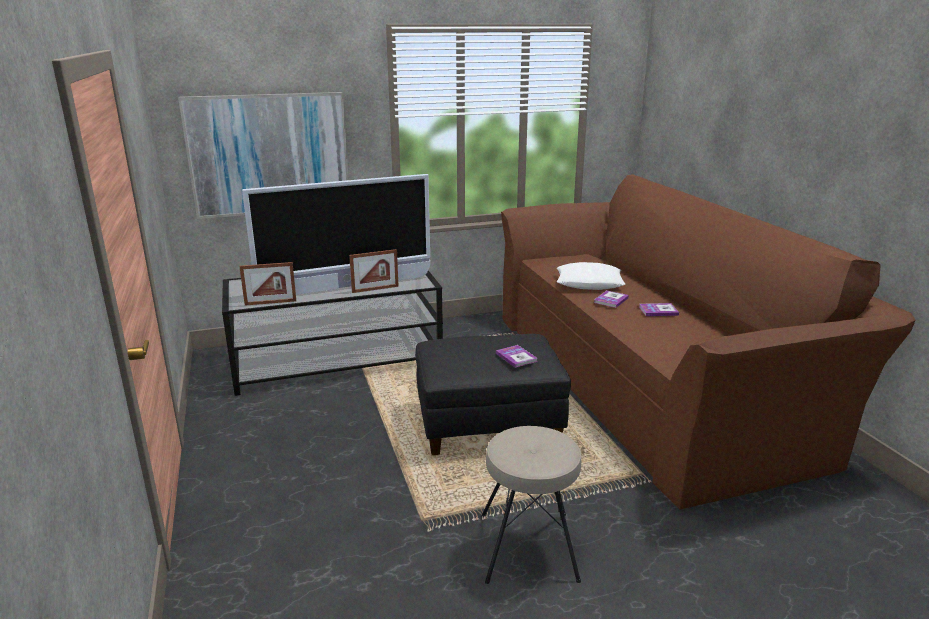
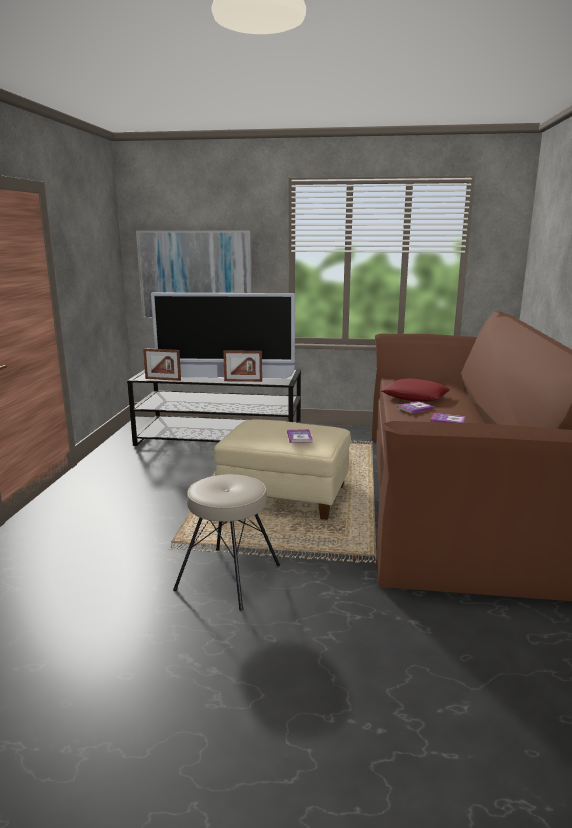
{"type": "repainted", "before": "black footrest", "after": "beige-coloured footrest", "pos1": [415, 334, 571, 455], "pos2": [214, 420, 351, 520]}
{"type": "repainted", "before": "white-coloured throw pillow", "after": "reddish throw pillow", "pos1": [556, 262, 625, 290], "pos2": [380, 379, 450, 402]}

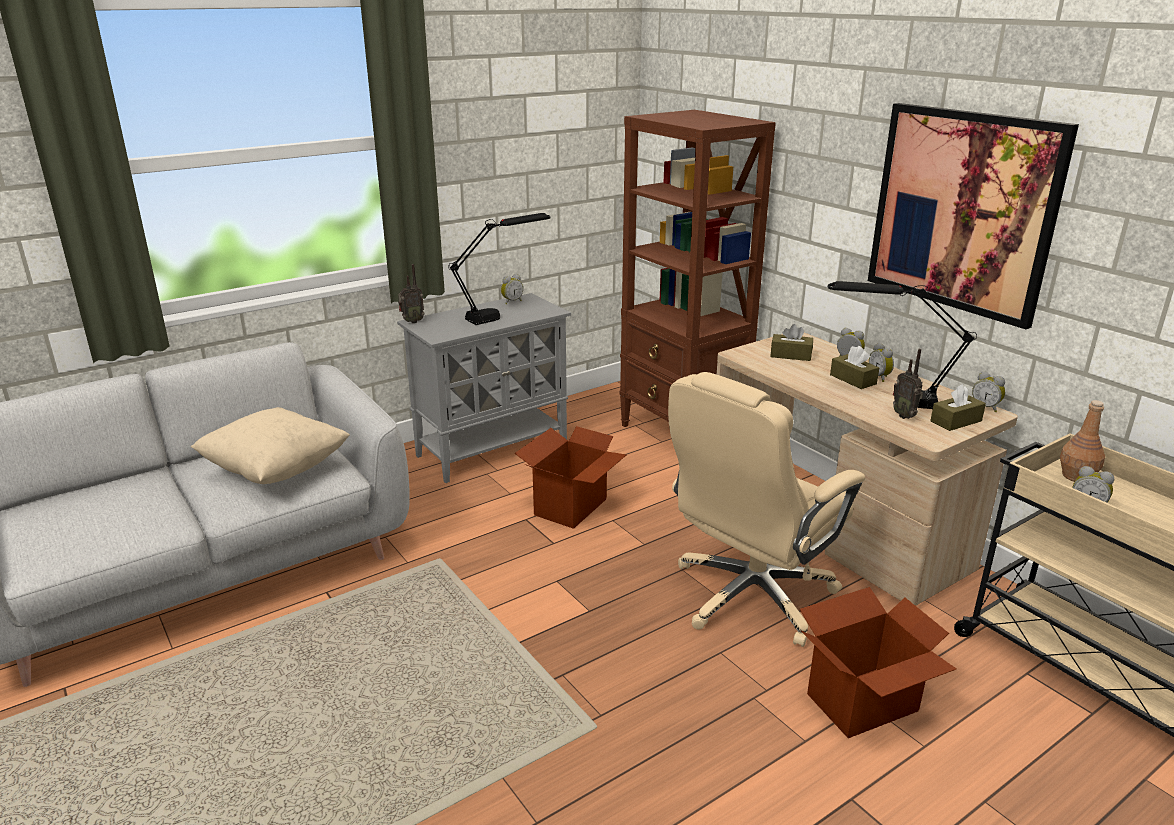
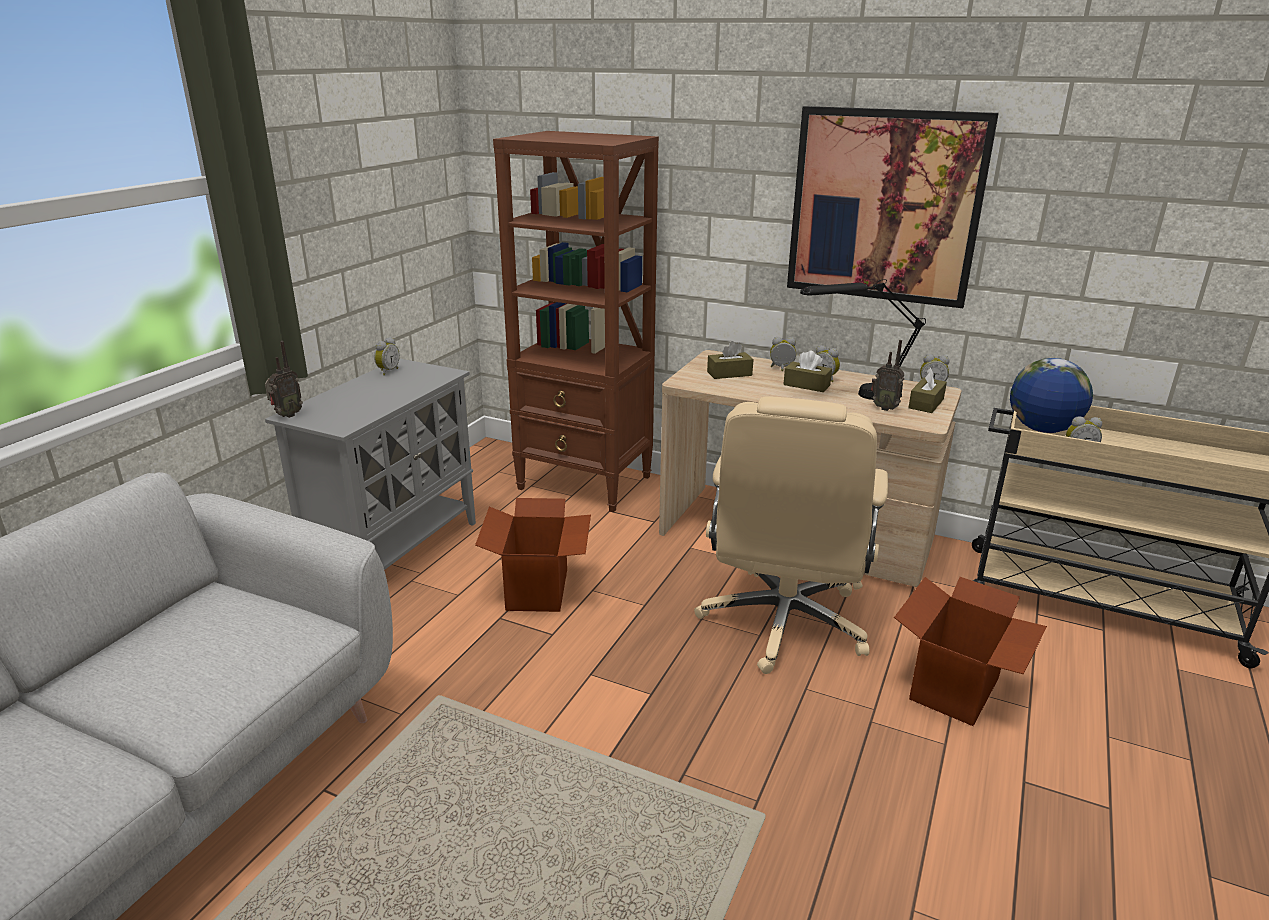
{"type": "swapped", "before": "brownish drink bottle", "after": "world globe", "pos1": [1060, 400, 1105, 482], "pos2": [1010, 358, 1093, 433]}
{"type": "gone", "before": "beige-coloured throw pillow", "pos1": [191, 407, 350, 484]}
{"type": "gone", "before": "black lamp for a table", "pos1": [449, 213, 550, 325]}

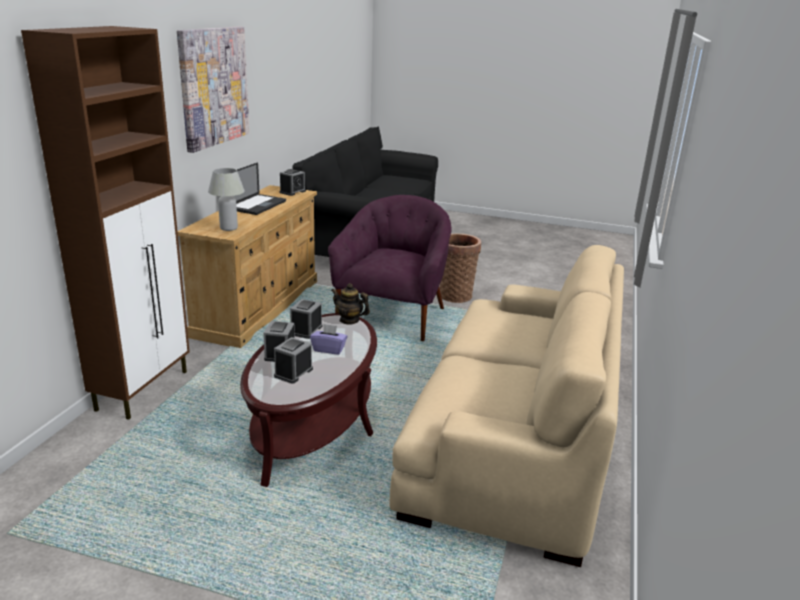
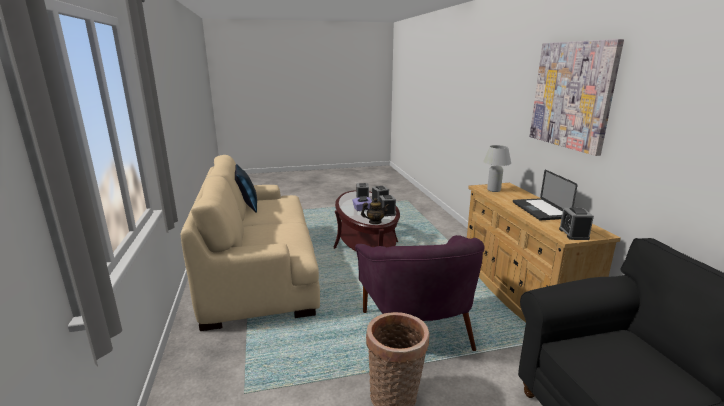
{"type": "new", "after": "blue-coloured throw pillow", "pos2": [235, 164, 257, 213]}
{"type": "gone", "before": "brownish storage cabinet", "pos1": [21, 26, 190, 420]}

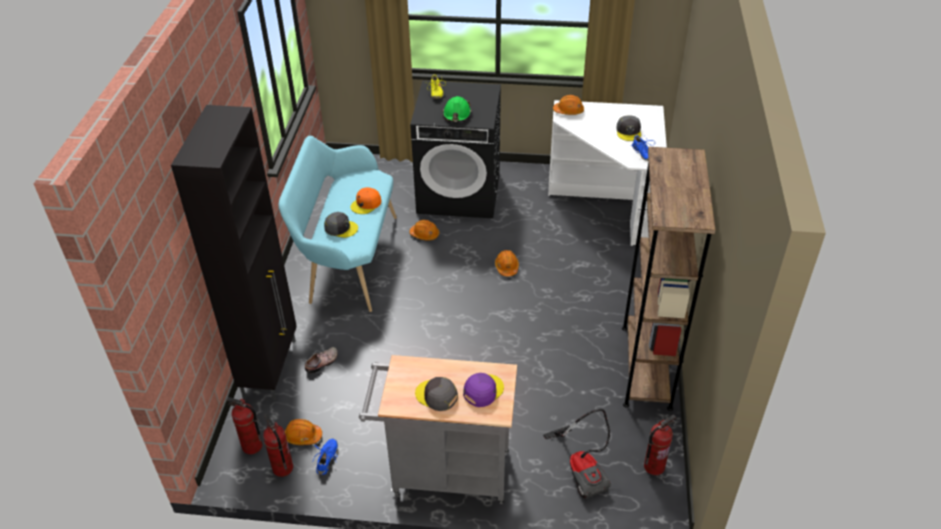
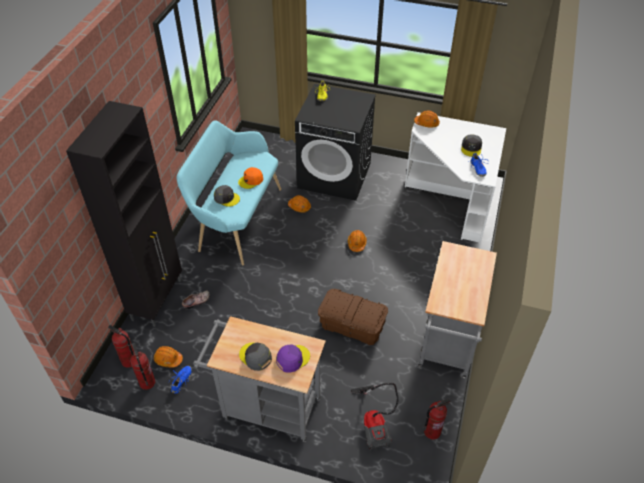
{"type": "new", "after": "brownish storage bin", "pos2": [318, 289, 388, 345]}
{"type": "swapped", "before": "brownish bookcase", "after": "grey cart", "pos1": [622, 147, 716, 411], "pos2": [416, 241, 497, 378]}
{"type": "gone", "before": "greenish work helmet", "pos1": [443, 96, 472, 122]}

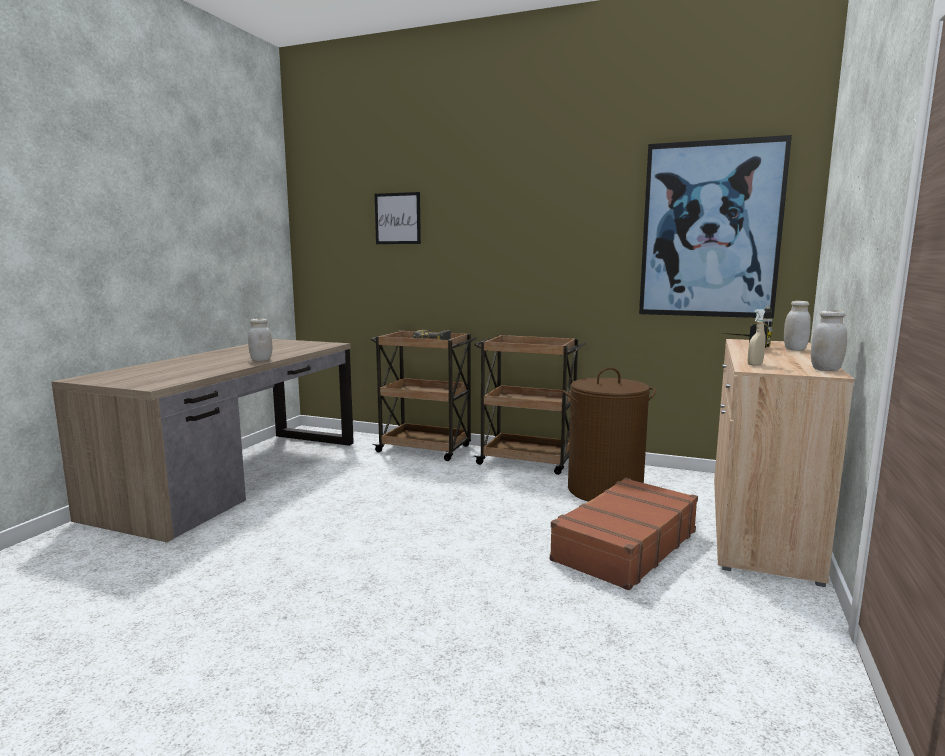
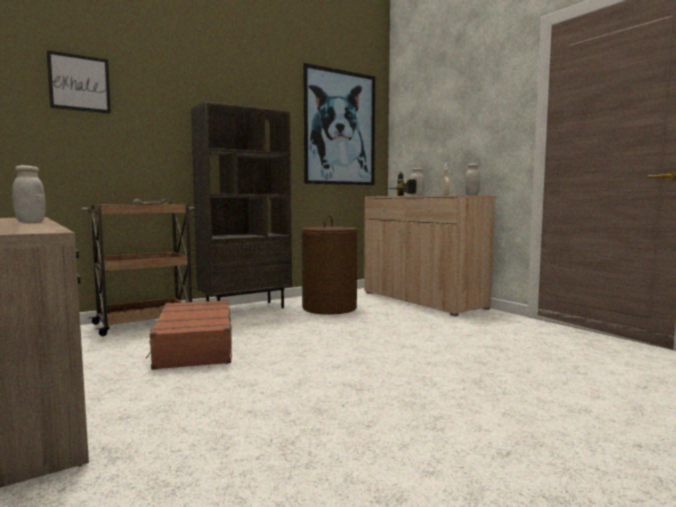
{"type": "shifted", "before": "brownish travel case", "pos1": [550, 478, 698, 590], "pos2": [146, 300, 232, 370]}
{"type": "swapped", "before": "brownish cart", "after": "brownish bookcase", "pos1": [473, 335, 586, 475], "pos2": [191, 101, 292, 308]}

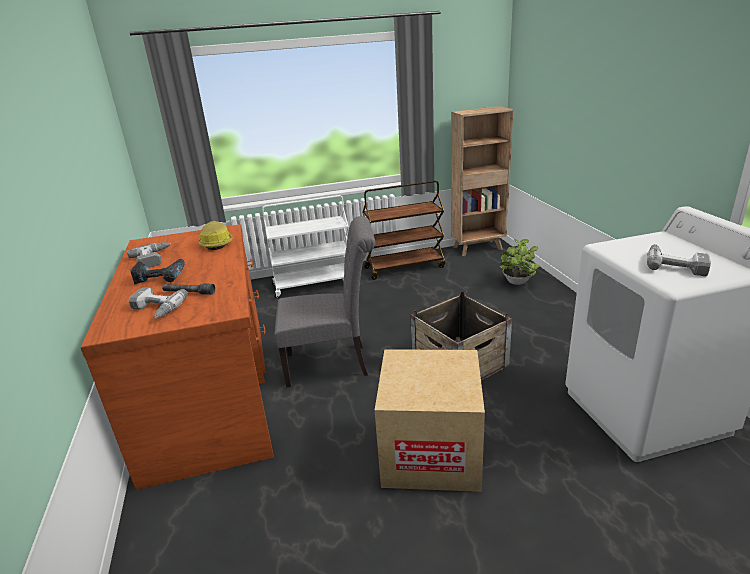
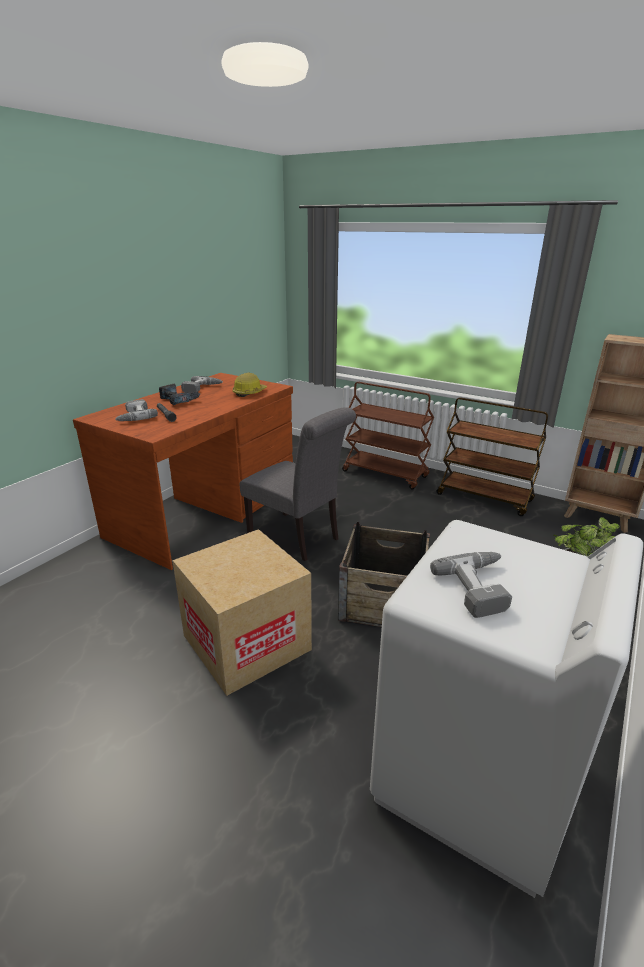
{"type": "repainted", "before": "white-coloured cart", "after": "brownish cart", "pos1": [262, 195, 349, 299], "pos2": [342, 382, 434, 490]}

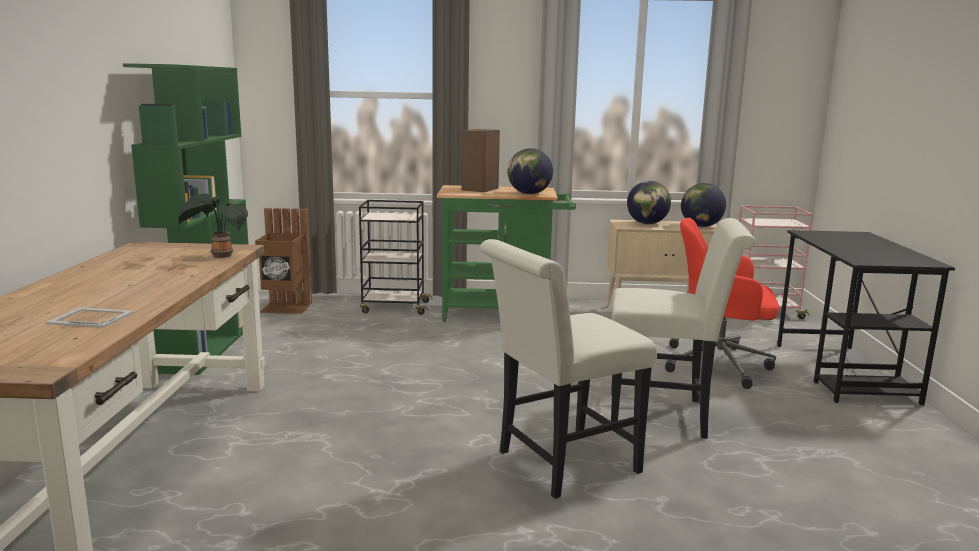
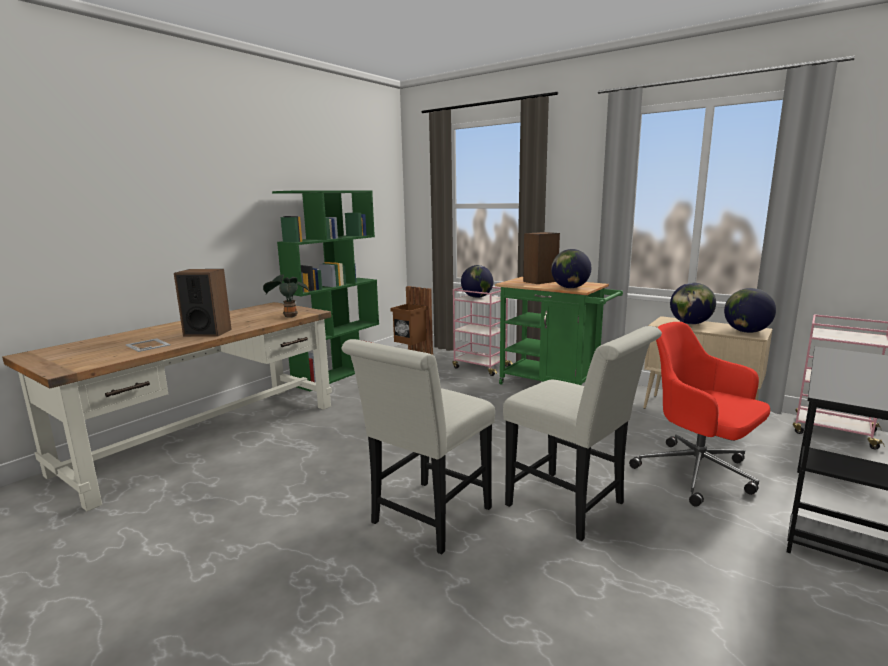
{"type": "new", "after": "loudspeaker", "pos2": [174, 269, 232, 337]}
{"type": "rotated", "before": "white-coloured plain chair", "pos1": [480, 239, 657, 499], "pos2": [342, 339, 495, 555], "turn": -60}
{"type": "repainted", "before": "black cart", "after": "pinkish cart", "pos1": [359, 200, 432, 315], "pos2": [453, 287, 513, 376]}
{"type": "new", "after": "world globe", "pos2": [461, 265, 494, 298]}

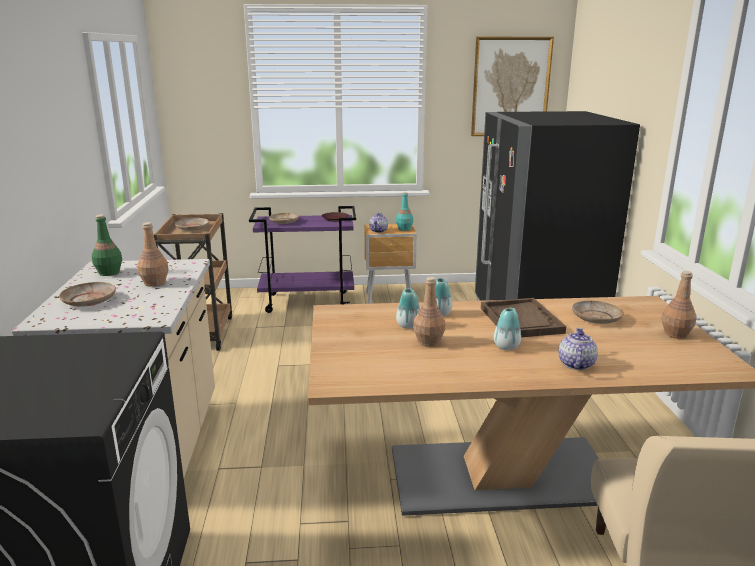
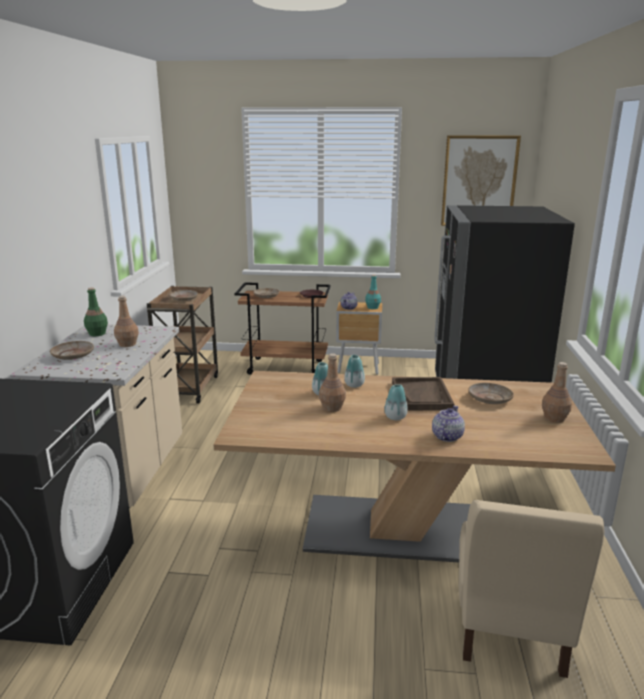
{"type": "repainted", "before": "purple-coloured cart", "after": "brownish cart", "pos1": [249, 206, 356, 313], "pos2": [235, 282, 331, 375]}

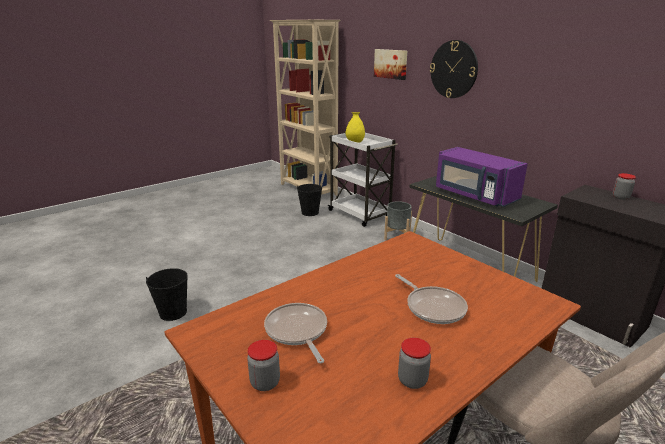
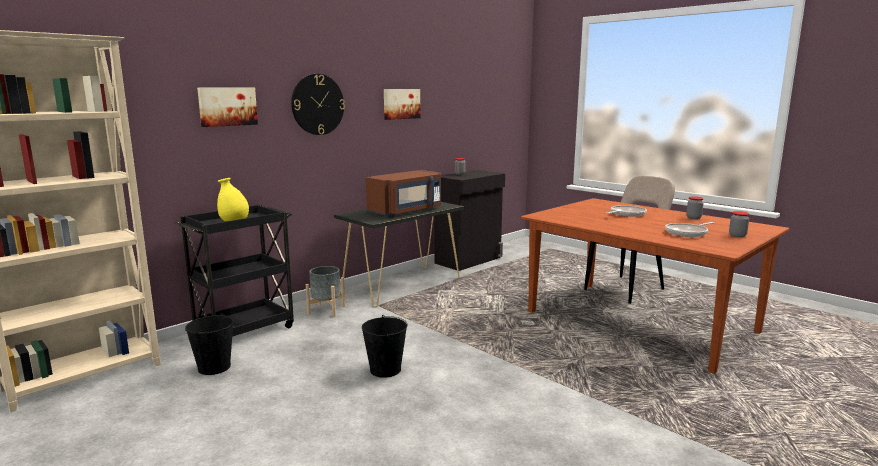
{"type": "repainted", "before": "white-coloured cart", "after": "black cart", "pos1": [328, 133, 398, 227], "pos2": [173, 204, 294, 337]}
{"type": "shifted", "before": "black bucket", "pos1": [146, 268, 188, 321], "pos2": [362, 315, 408, 378]}
{"type": "repainted", "before": "purple-coloured microwave oven", "after": "brownish microwave oven", "pos1": [436, 147, 528, 207], "pos2": [366, 170, 441, 216]}
{"type": "new", "after": "wall picture", "pos2": [384, 89, 420, 120]}

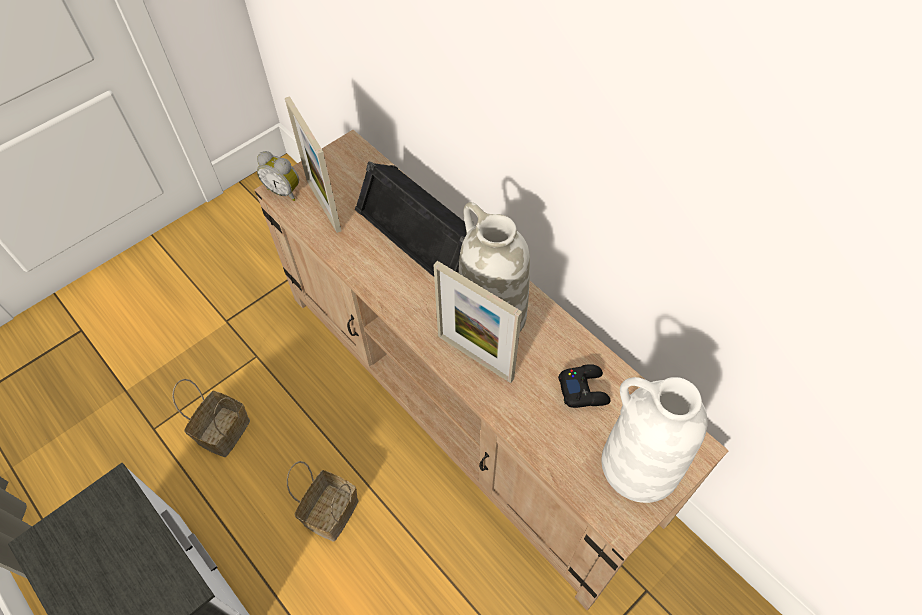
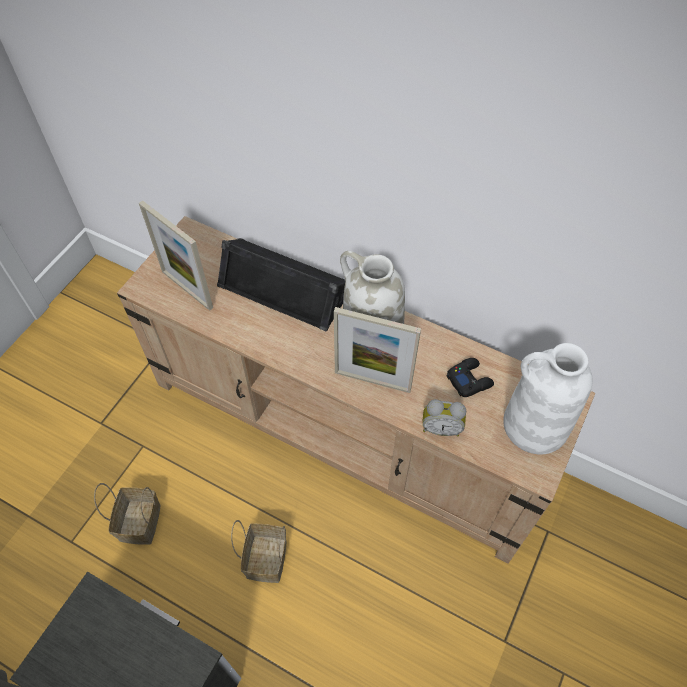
{"type": "shifted", "before": "alarm clock", "pos1": [257, 151, 299, 201], "pos2": [422, 399, 466, 437]}

